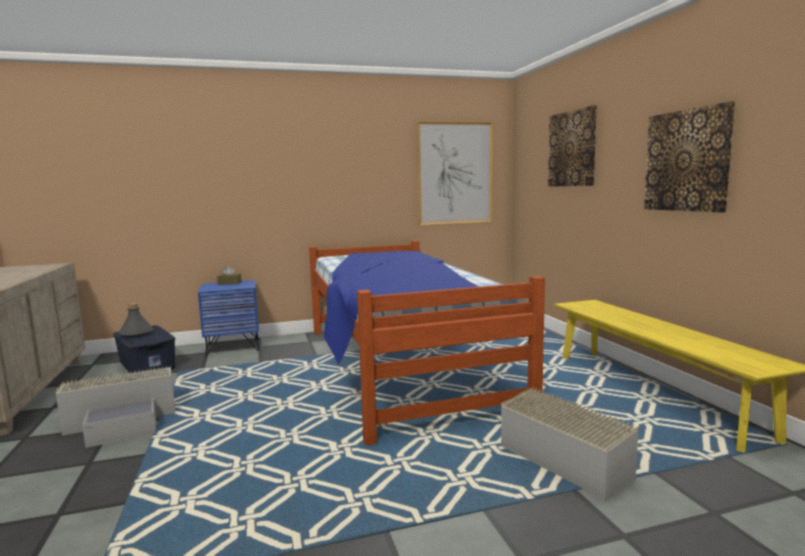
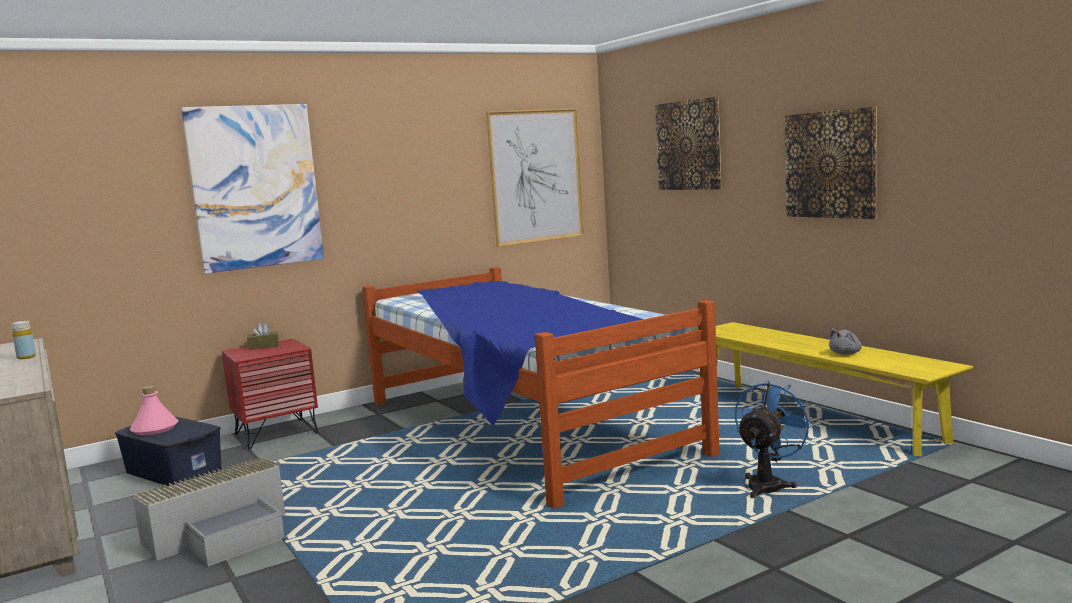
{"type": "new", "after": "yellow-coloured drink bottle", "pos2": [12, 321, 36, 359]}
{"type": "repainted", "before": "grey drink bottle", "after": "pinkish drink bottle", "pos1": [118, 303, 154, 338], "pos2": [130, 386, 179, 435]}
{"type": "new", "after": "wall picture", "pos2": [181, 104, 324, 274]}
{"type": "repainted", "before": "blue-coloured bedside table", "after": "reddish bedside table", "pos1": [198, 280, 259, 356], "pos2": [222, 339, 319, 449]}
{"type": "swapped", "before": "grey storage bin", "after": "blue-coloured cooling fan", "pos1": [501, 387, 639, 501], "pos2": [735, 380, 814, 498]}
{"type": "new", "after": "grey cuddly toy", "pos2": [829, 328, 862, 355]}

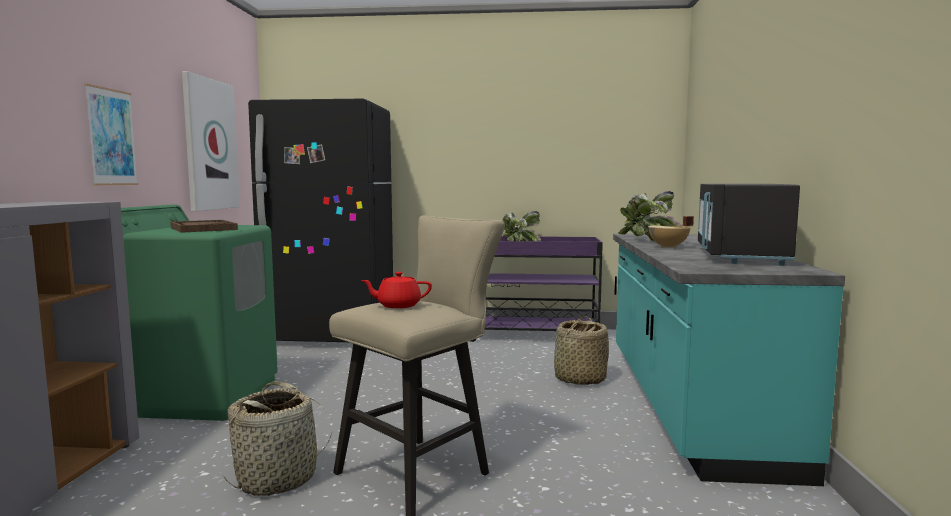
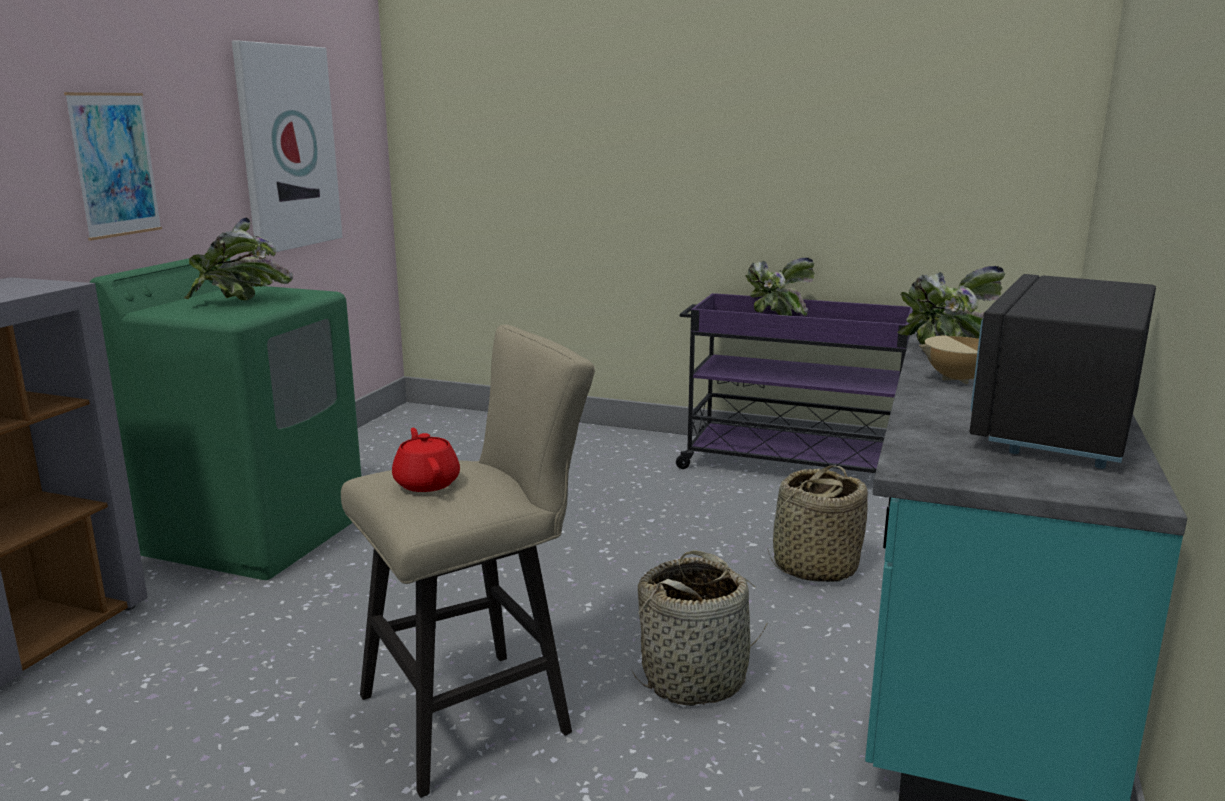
{"type": "swapped", "before": "brownish tray", "after": "plant in a pot", "pos1": [170, 220, 238, 233], "pos2": [184, 218, 293, 300]}
{"type": "rotated", "before": "reddish pot for tea", "pos1": [361, 272, 432, 308], "pos2": [392, 428, 460, 492], "turn": 60}
{"type": "shifted", "before": "storage basket", "pos1": [219, 382, 333, 496], "pos2": [632, 550, 767, 706]}
{"type": "gone", "before": "black fridge", "pos1": [248, 99, 393, 342]}

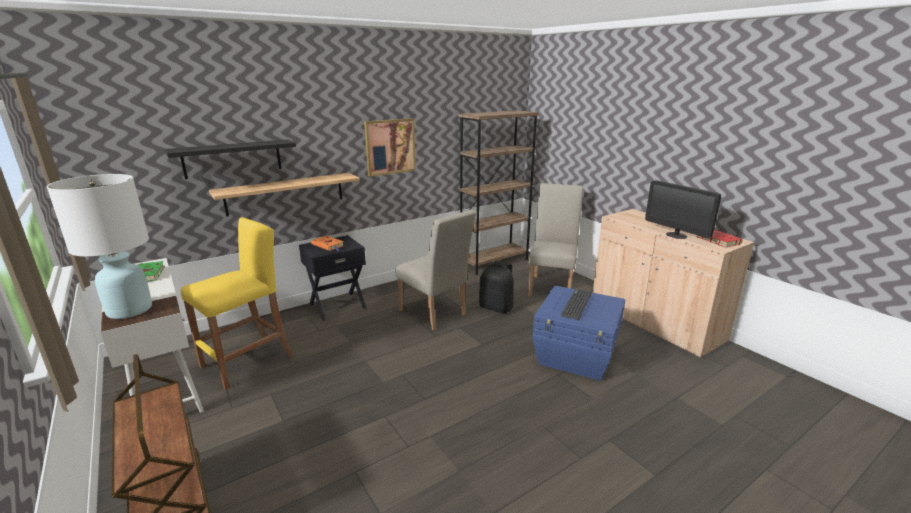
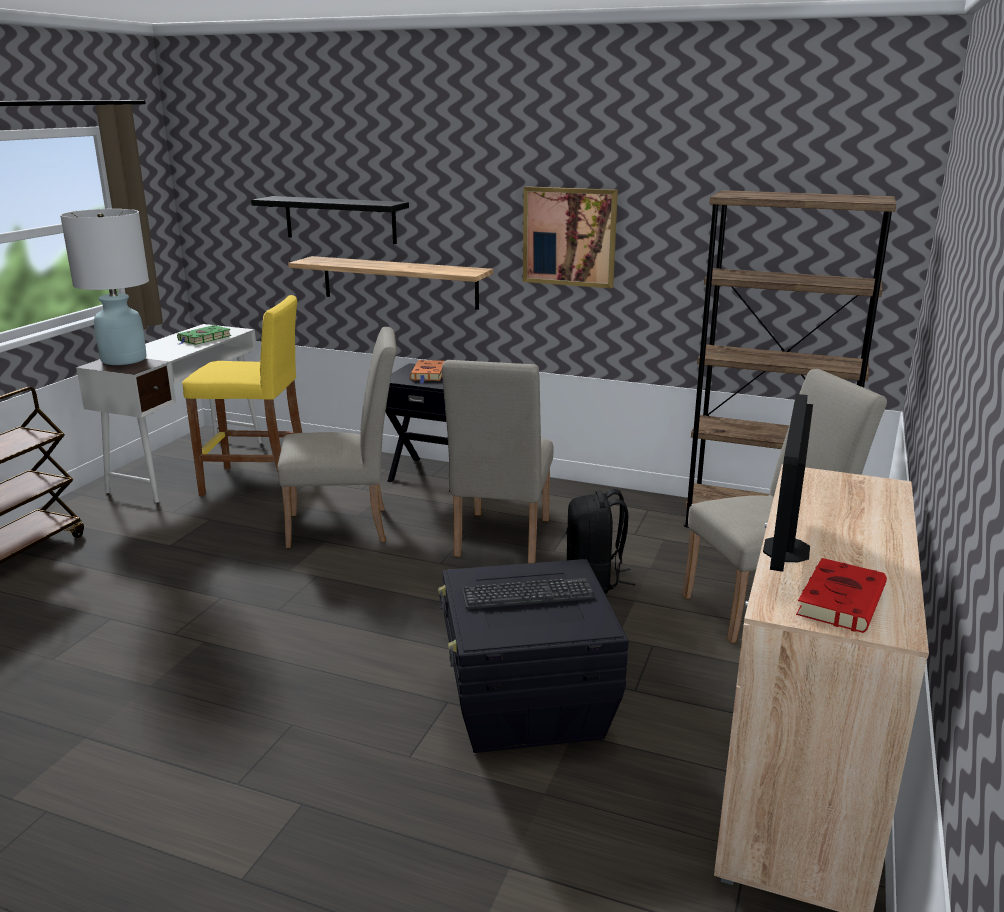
{"type": "new", "after": "beige-coloured plain chair", "pos2": [277, 327, 397, 548]}
{"type": "repainted", "before": "blue-coloured storage bin", "after": "black storage bin", "pos1": [533, 286, 625, 381], "pos2": [438, 559, 629, 753]}

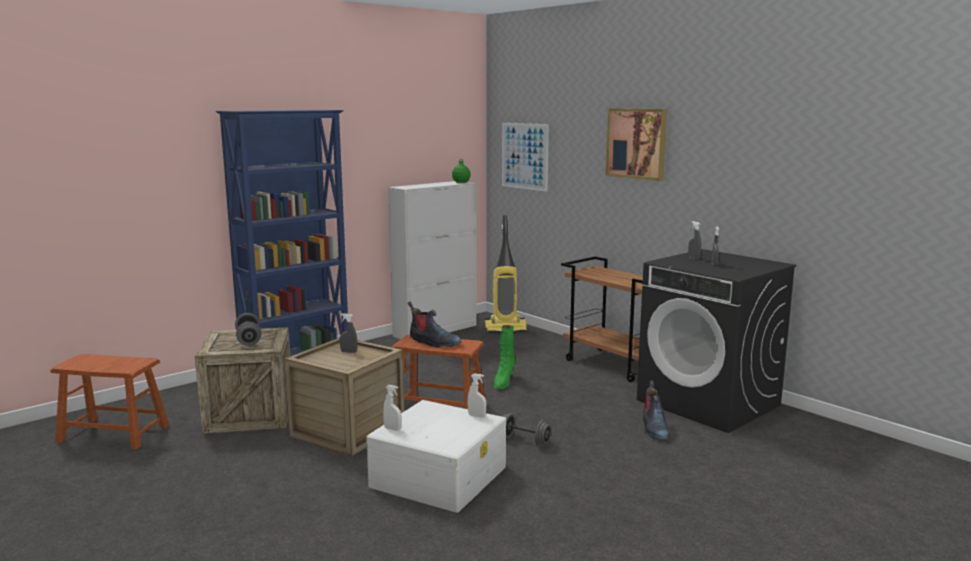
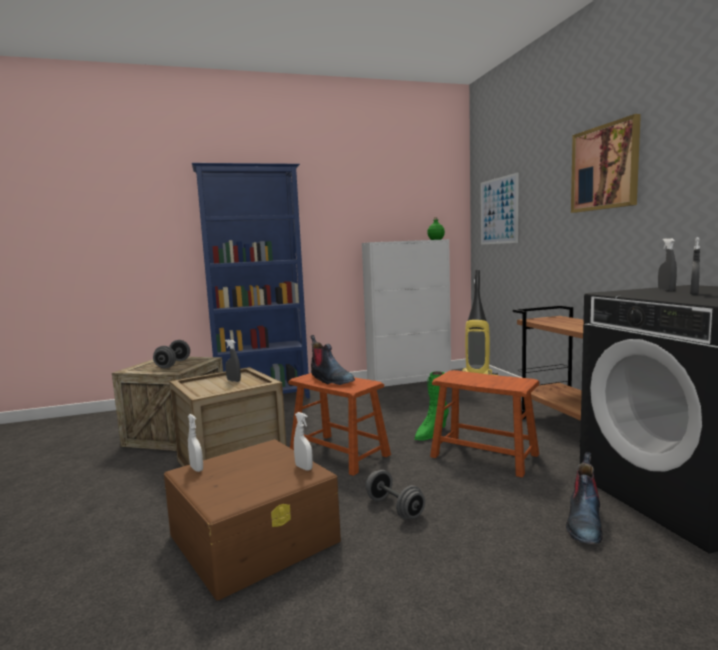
{"type": "repainted", "before": "white-coloured storage bin", "after": "brownish storage bin", "pos1": [366, 400, 506, 513], "pos2": [164, 439, 341, 600]}
{"type": "shifted", "before": "brownish stool seat", "pos1": [50, 354, 169, 449], "pos2": [430, 370, 540, 478]}

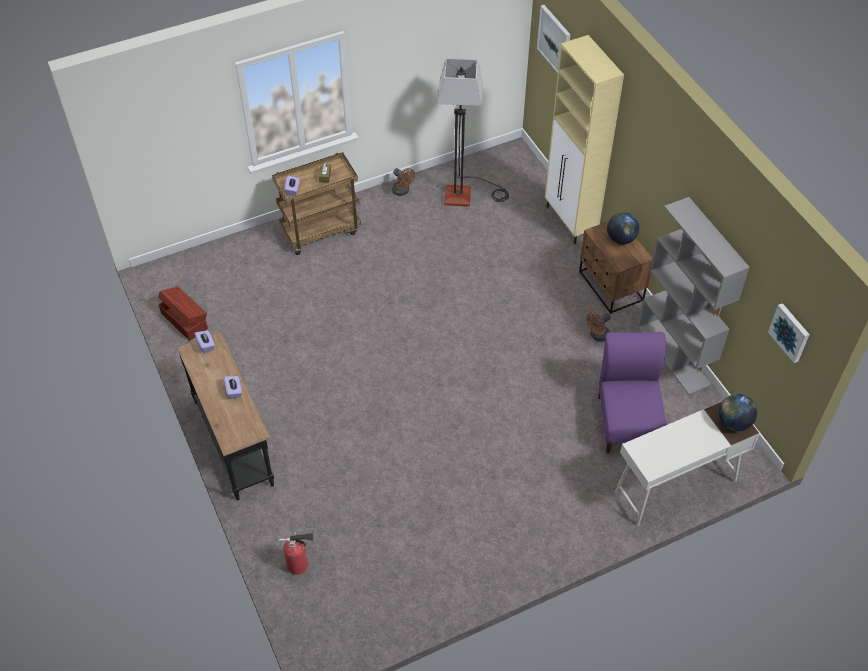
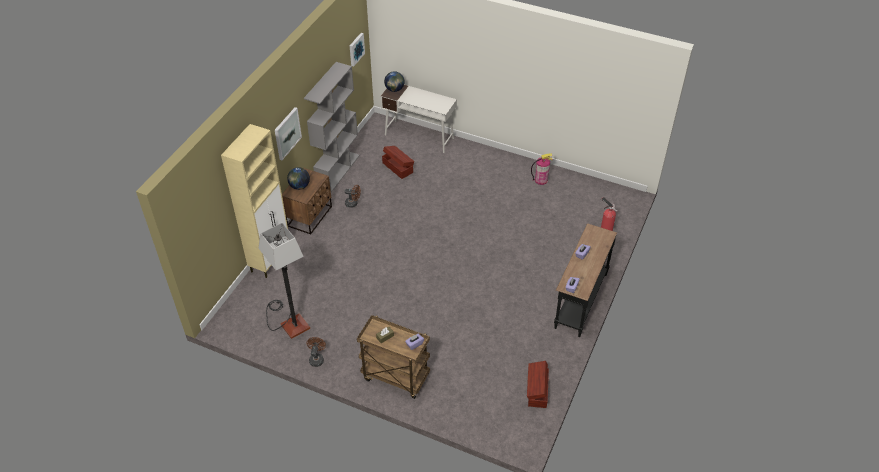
{"type": "shifted", "before": "wall picture", "pos1": [537, 5, 570, 73], "pos2": [275, 107, 302, 160]}
{"type": "swapped", "before": "purple-coloured plain chair", "after": "brownish storage bin", "pos1": [598, 332, 667, 453], "pos2": [382, 146, 414, 179]}
{"type": "new", "after": "fire-fighting cylinder", "pos2": [531, 153, 553, 185]}

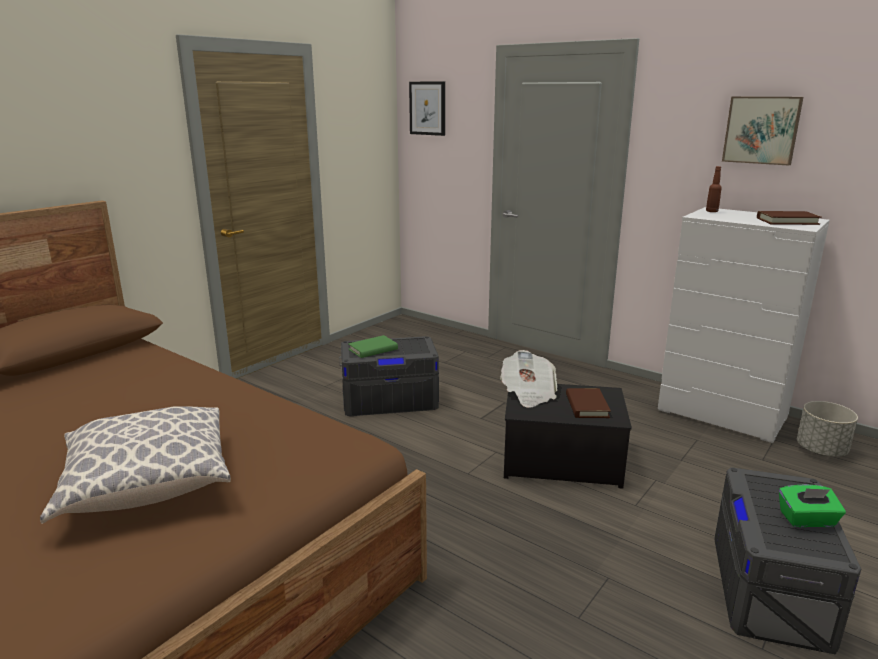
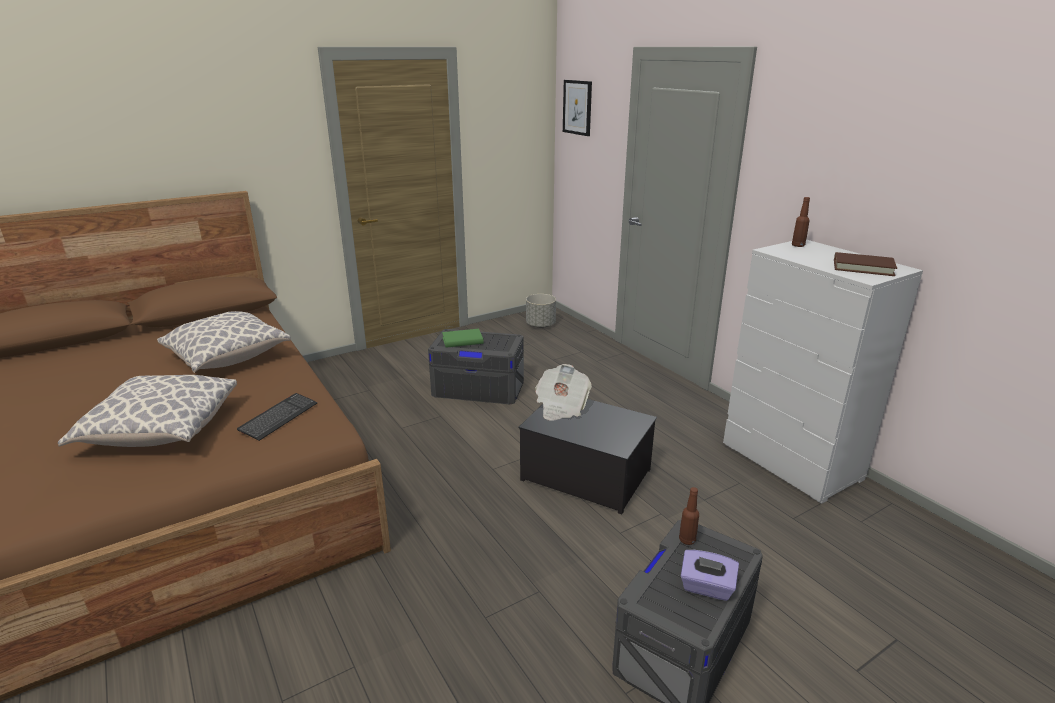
{"type": "new", "after": "throw pillow", "pos2": [157, 311, 291, 373]}
{"type": "new", "after": "keyboard", "pos2": [237, 393, 317, 441]}
{"type": "shifted", "before": "grey plant pot", "pos1": [797, 401, 858, 457], "pos2": [526, 294, 556, 328]}
{"type": "new", "after": "brownish drink bottle", "pos2": [679, 487, 699, 545]}
{"type": "repainted", "before": "greenish tissue box", "after": "purple-coloured tissue box", "pos1": [779, 484, 846, 527], "pos2": [681, 550, 739, 601]}
{"type": "gone", "before": "brownish bound book", "pos1": [566, 388, 611, 418]}
{"type": "gone", "before": "wall picture", "pos1": [722, 97, 803, 166]}

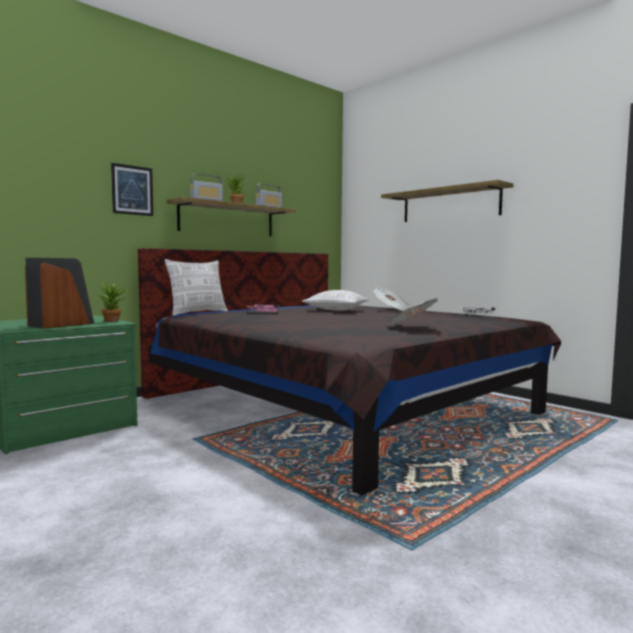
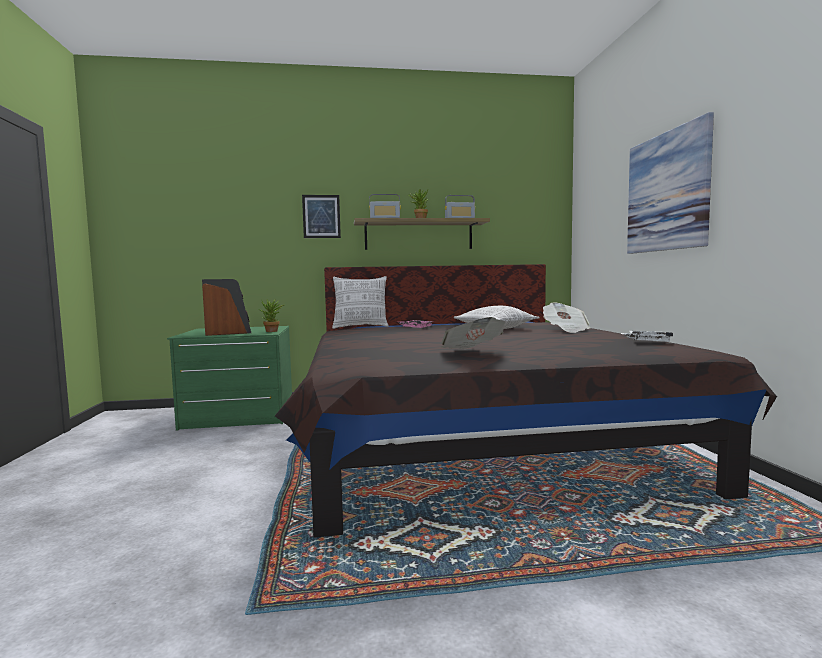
{"type": "swapped", "before": "wall shelf", "after": "wall picture", "pos1": [381, 180, 514, 222], "pos2": [627, 112, 714, 254]}

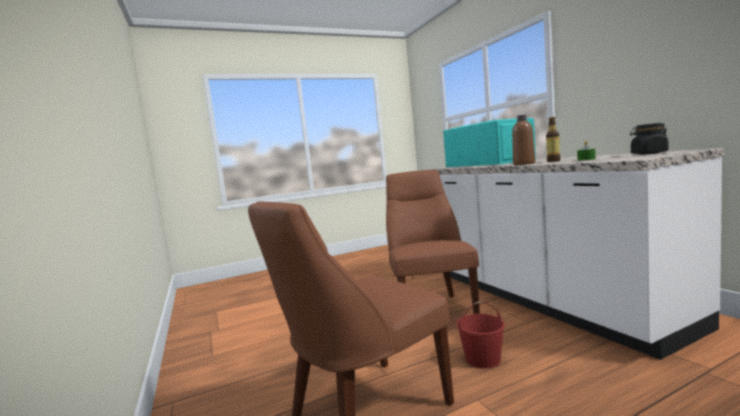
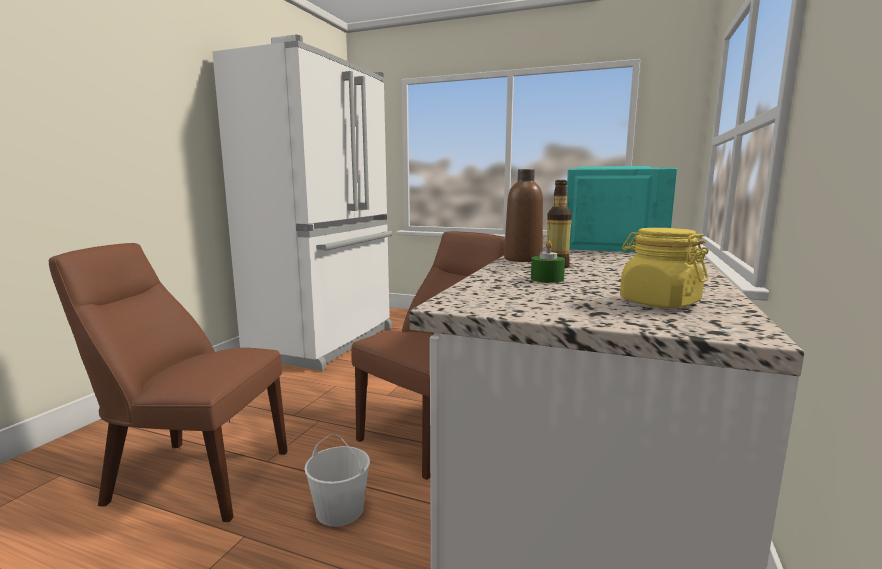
{"type": "new", "after": "white-coloured fridge", "pos2": [212, 35, 393, 370]}
{"type": "repainted", "before": "reddish bucket", "after": "white-coloured bucket", "pos1": [457, 301, 505, 369], "pos2": [305, 434, 370, 527]}
{"type": "repainted", "before": "black preserve jar", "after": "yellow-coloured preserve jar", "pos1": [630, 123, 669, 155], "pos2": [620, 228, 708, 308]}

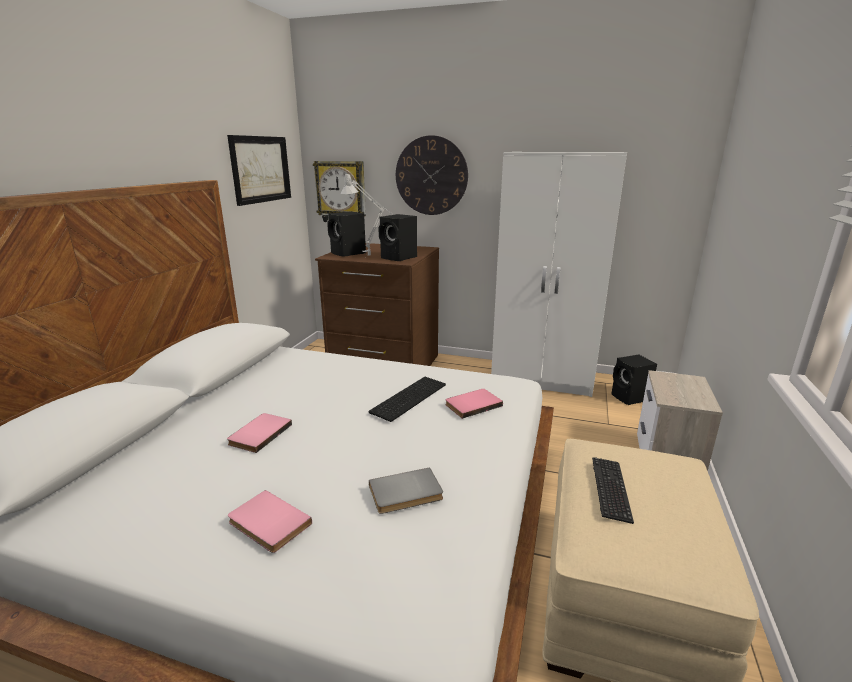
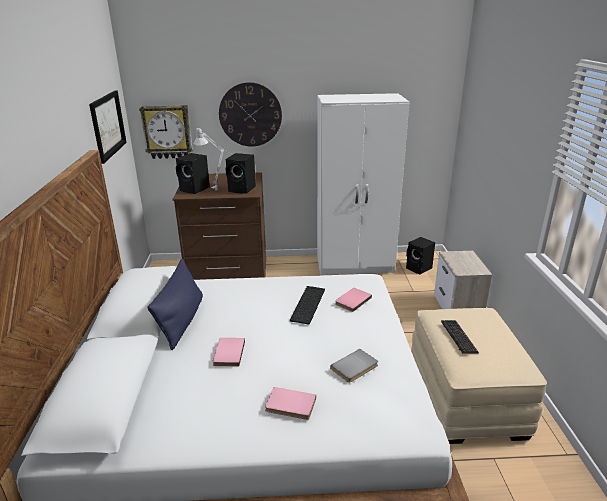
{"type": "new", "after": "blue-coloured throw pillow", "pos2": [147, 259, 203, 350]}

